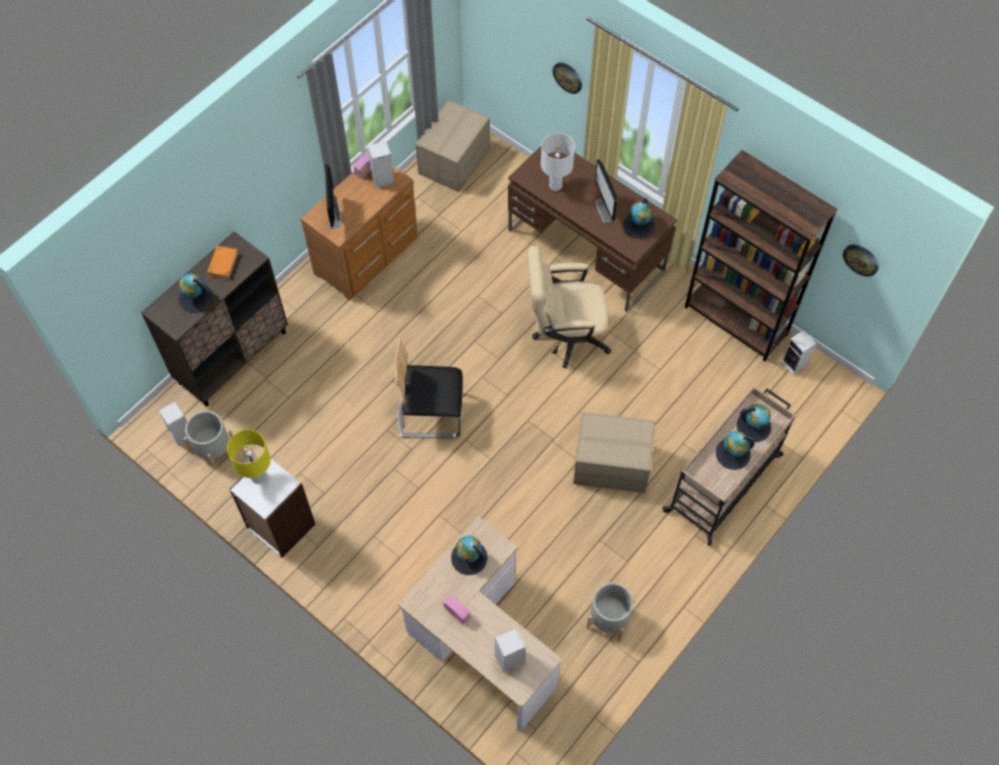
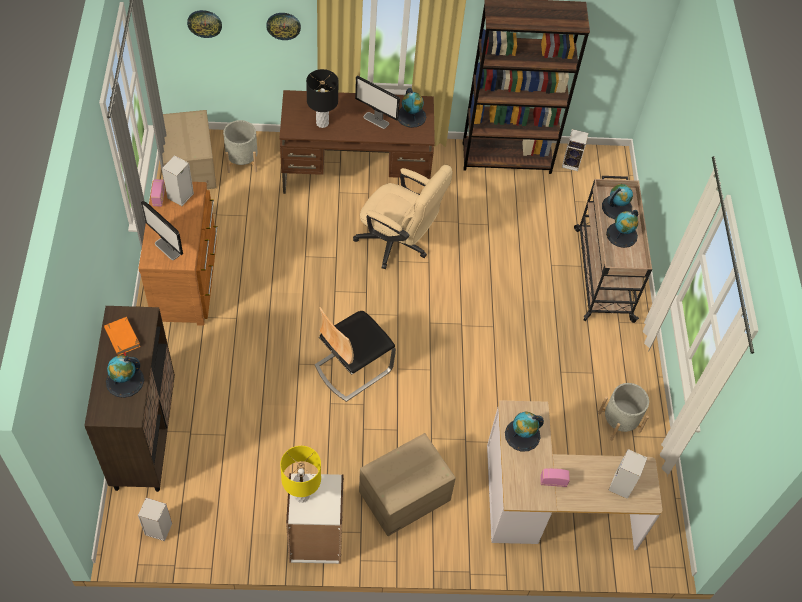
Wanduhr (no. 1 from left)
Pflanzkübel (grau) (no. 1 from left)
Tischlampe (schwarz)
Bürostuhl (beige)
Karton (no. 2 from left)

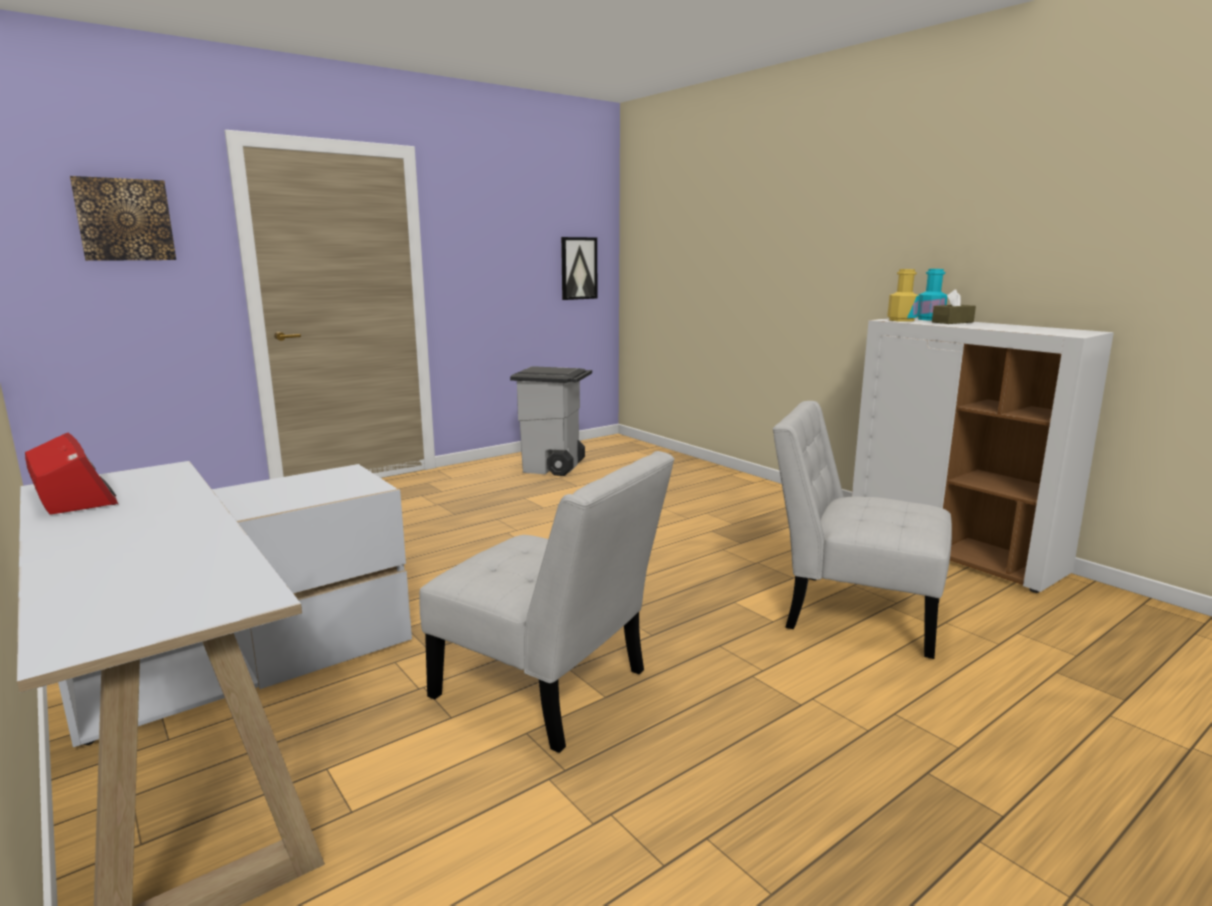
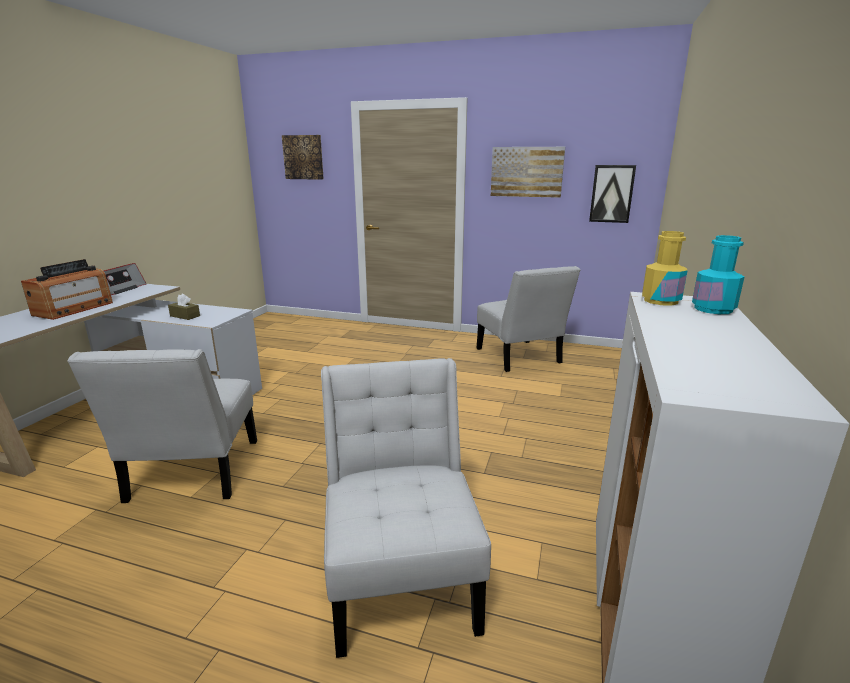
Radio (no. 1 from left)
Taschentuchbox (braun)
Stuhl (weiß) (no. 3 from left)
Bild (no. 2 from left)

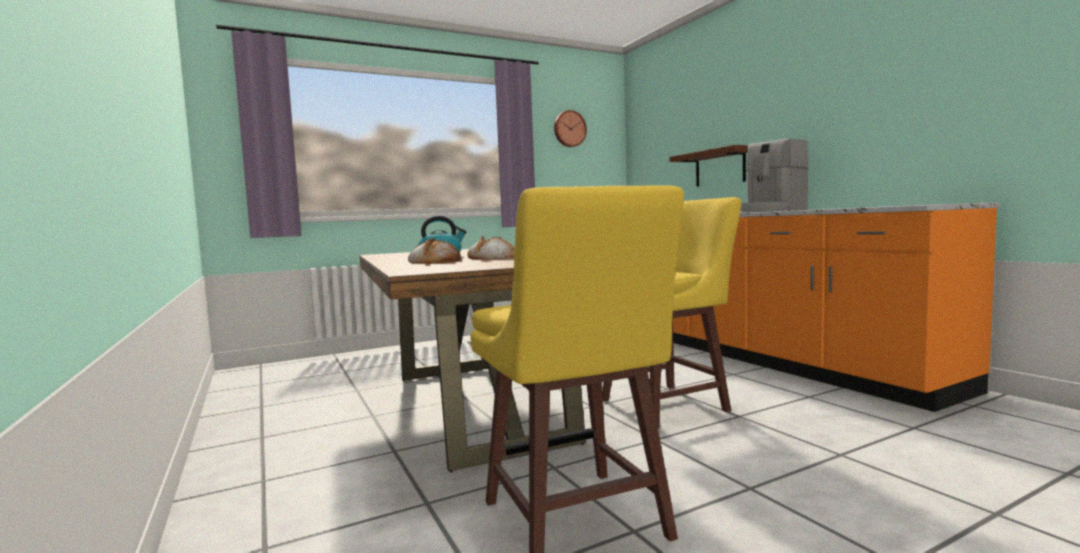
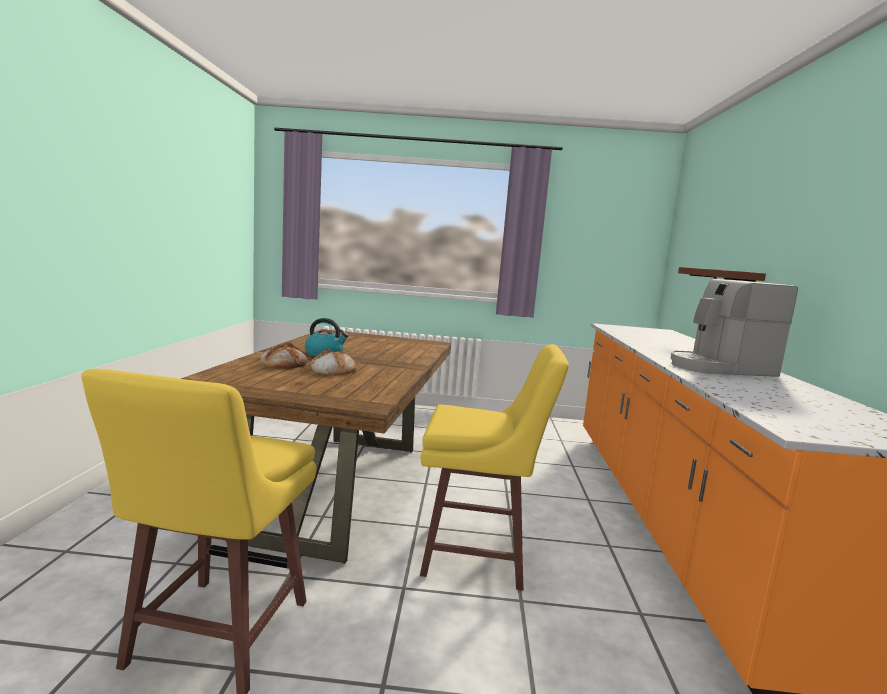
Wanduhr

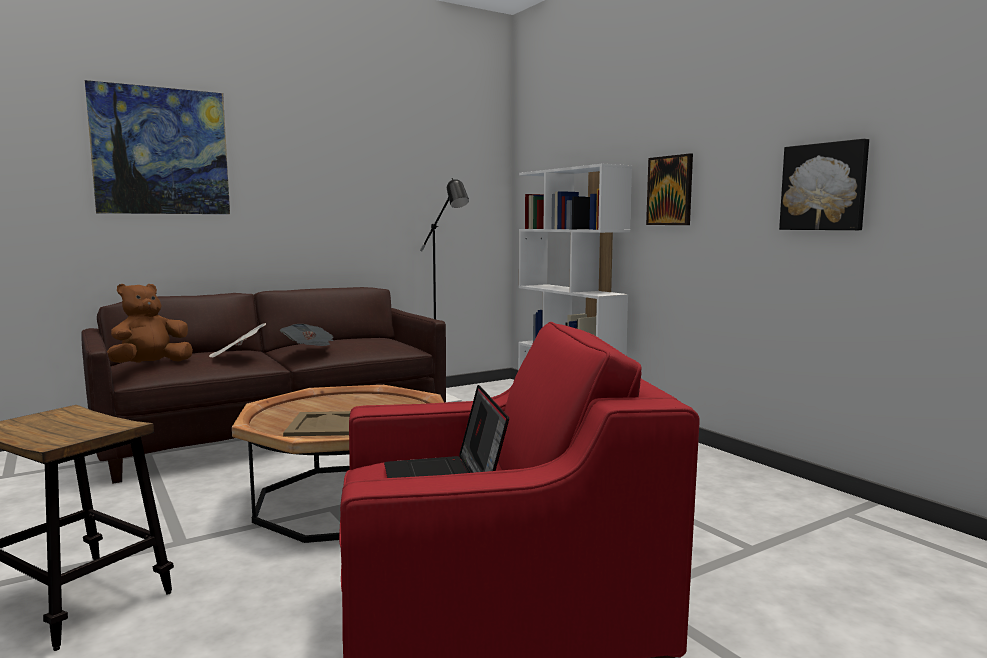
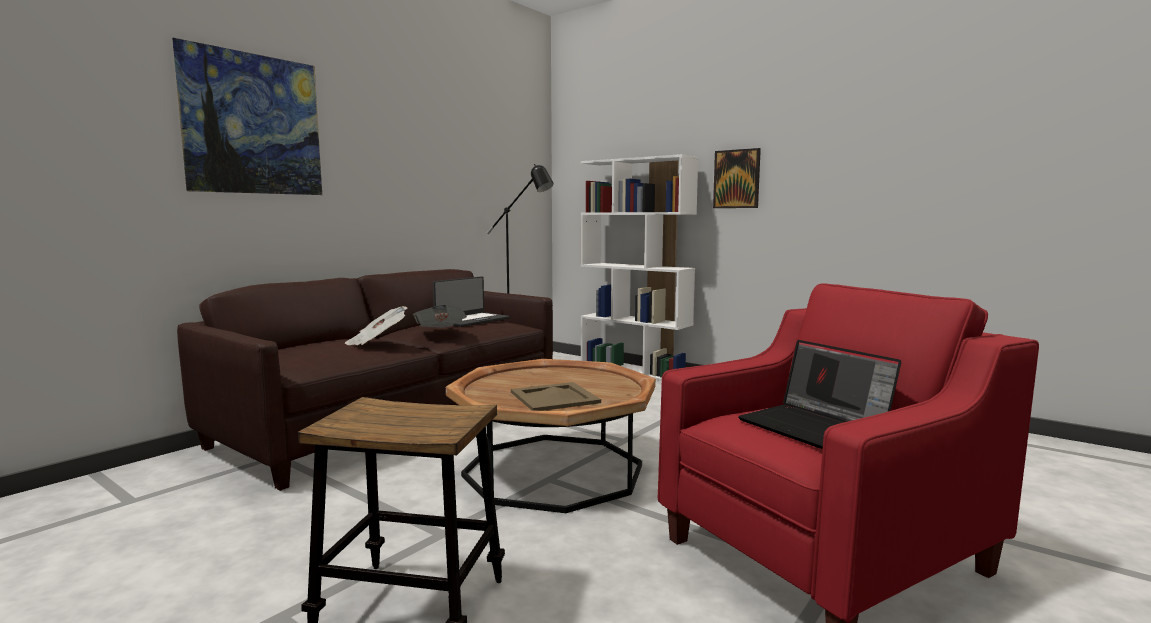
Laptop (no. 1 from left)
Plüschtier (braun)
Bild (no. 3 from left in the first image)

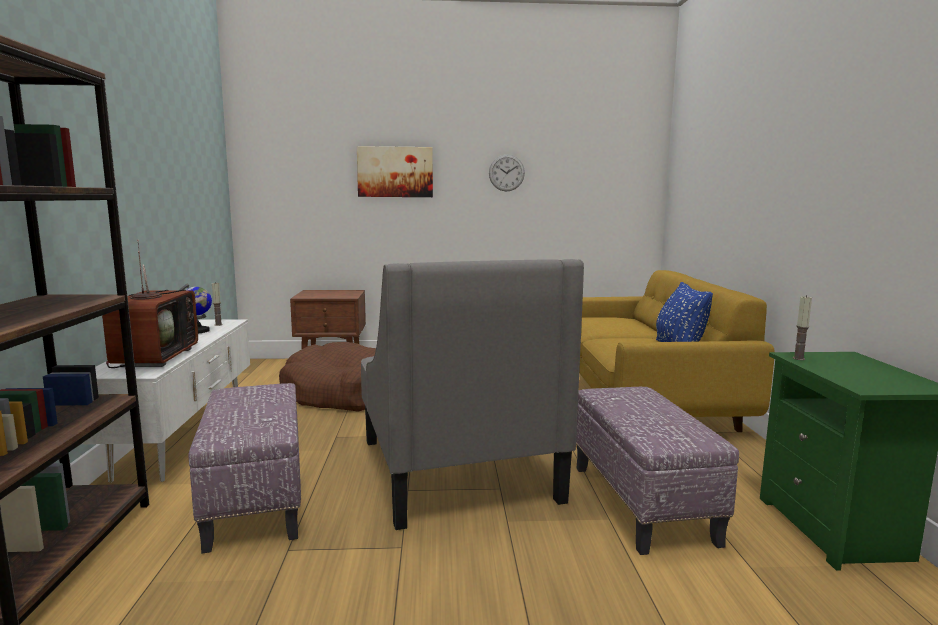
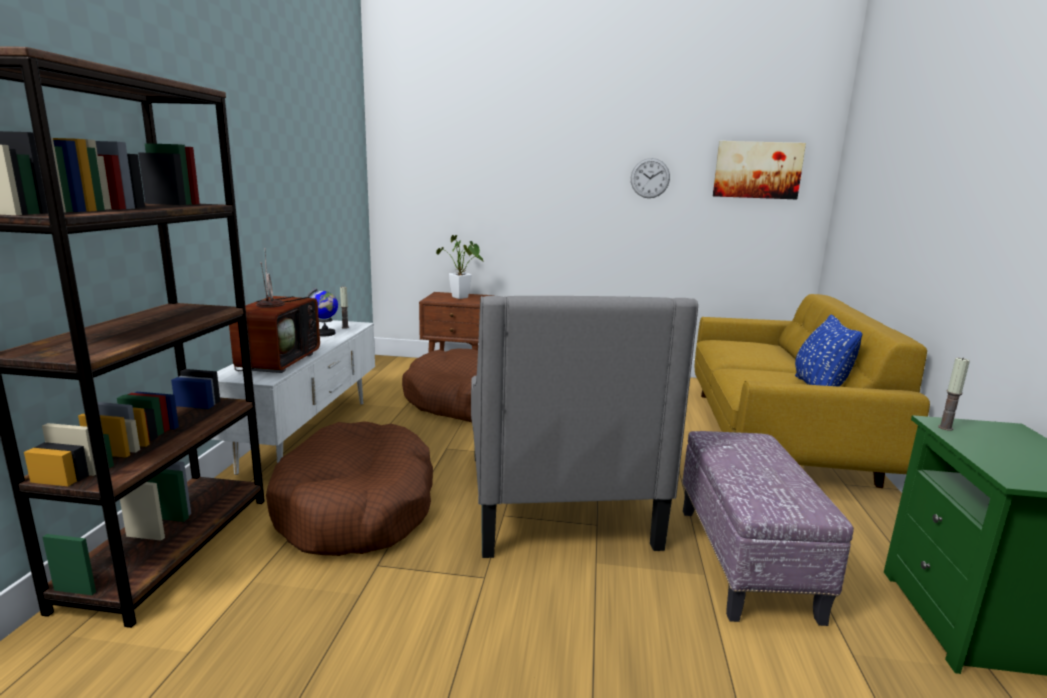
Hundebett (braun) (no. 1 from left)
Topfpflanze
Bild

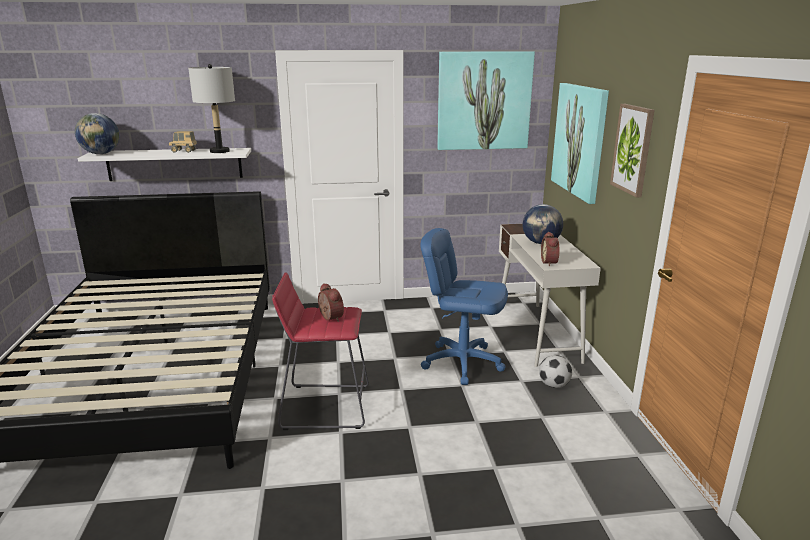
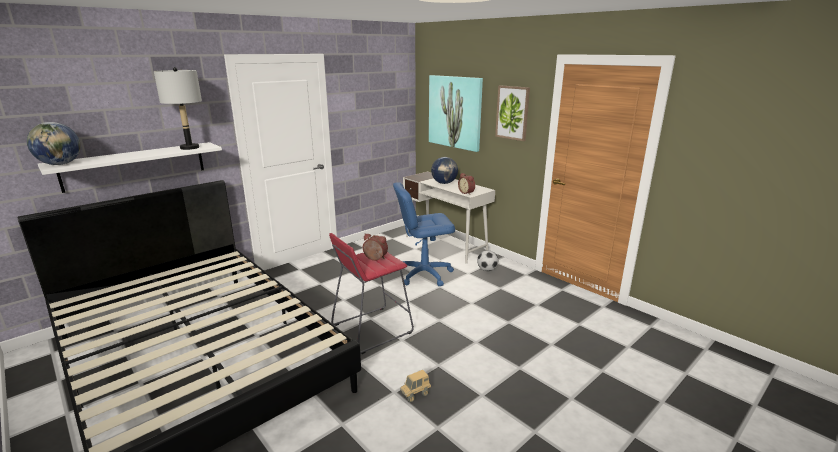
Spielzeuglaster
Bild (no. 1 from left in the first image)

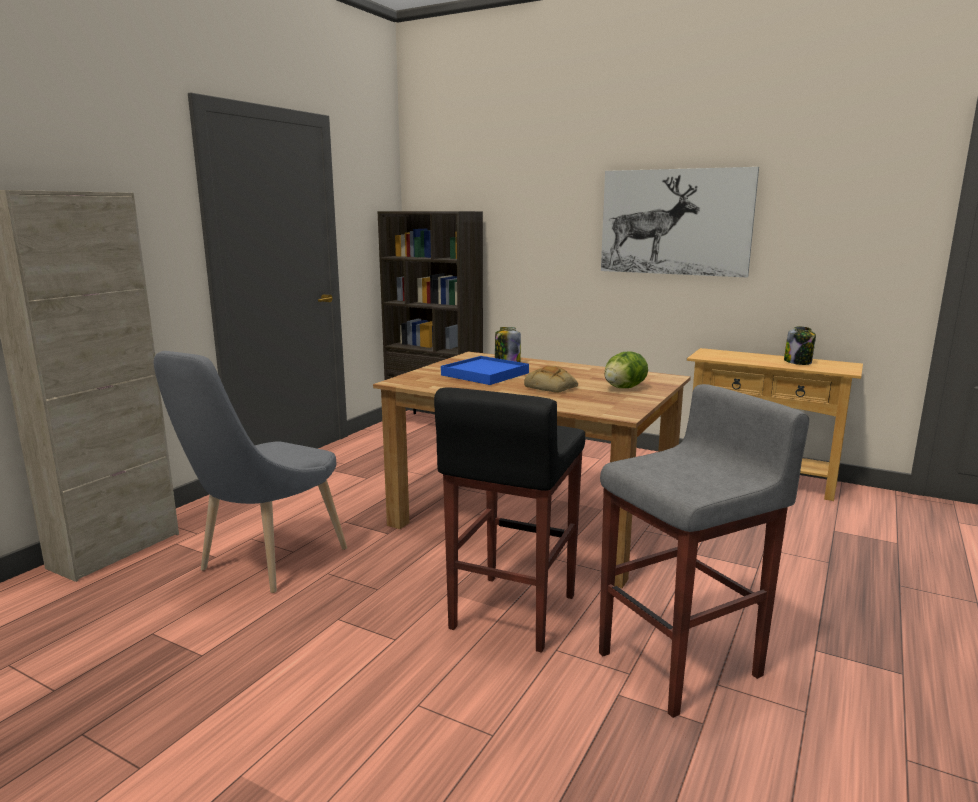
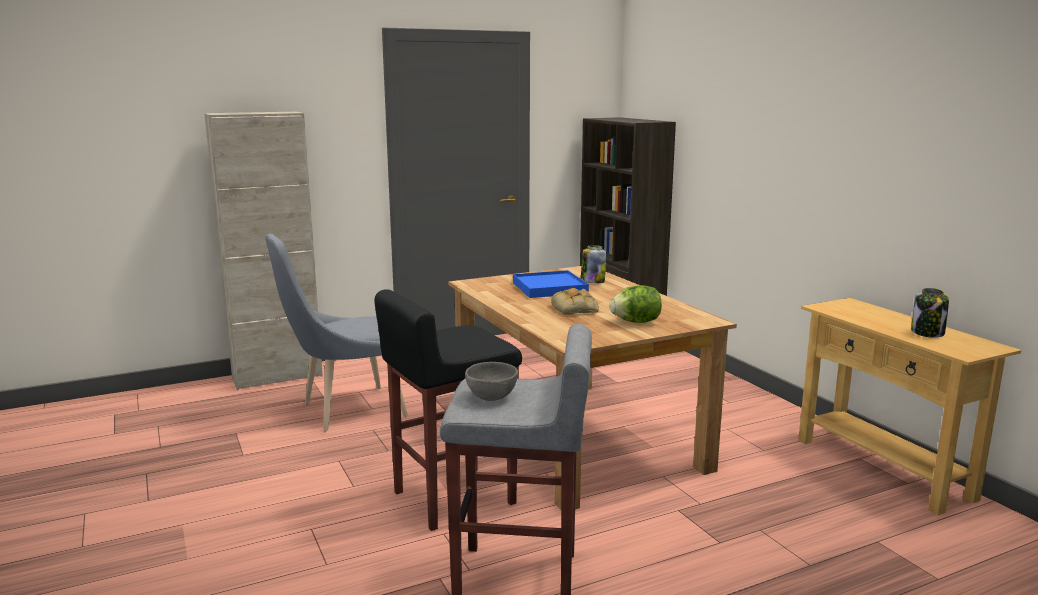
Schüssel (grau)
Bild

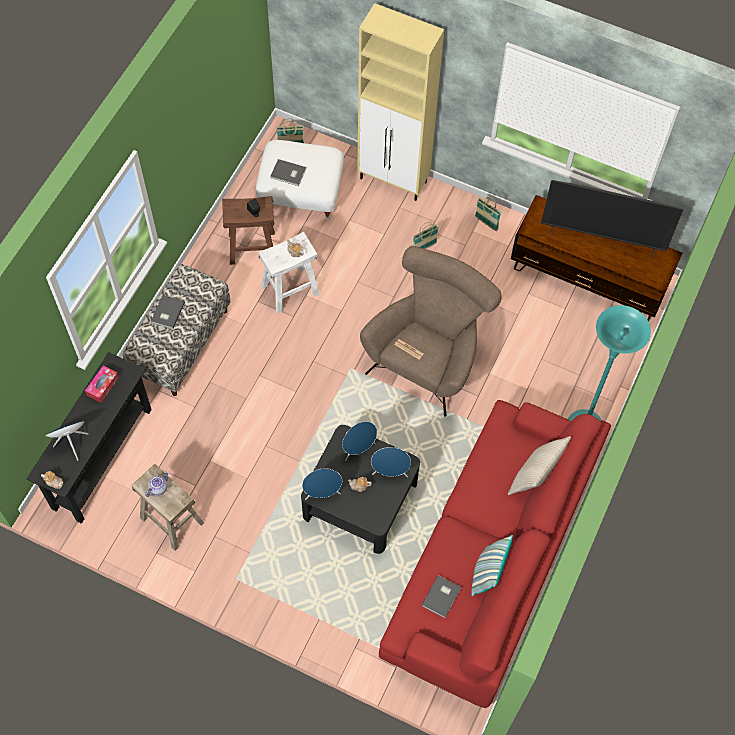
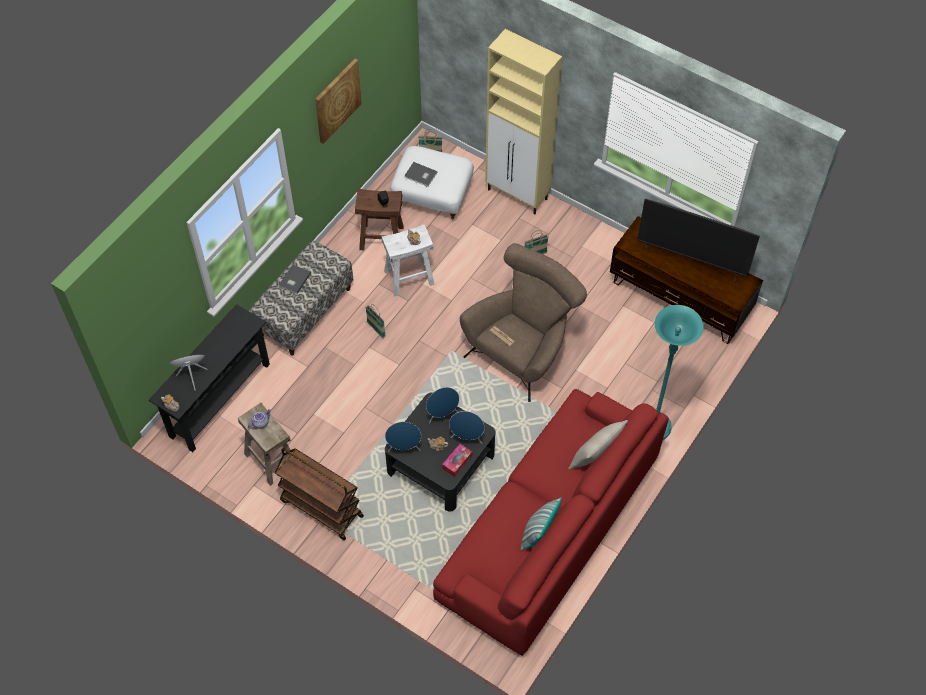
Rollwagen (braun)
Bild
Korb (no. 1 from left)
Taschentuchbox
Buch (grau) (no. 3 from left in the first image)

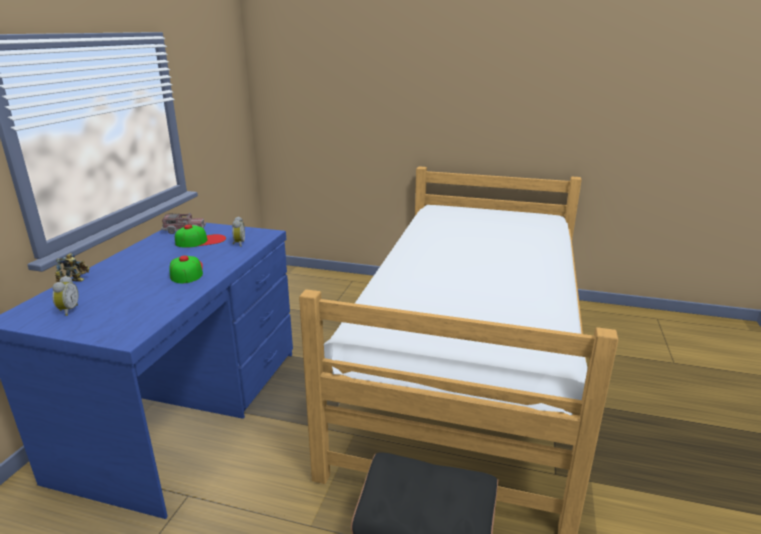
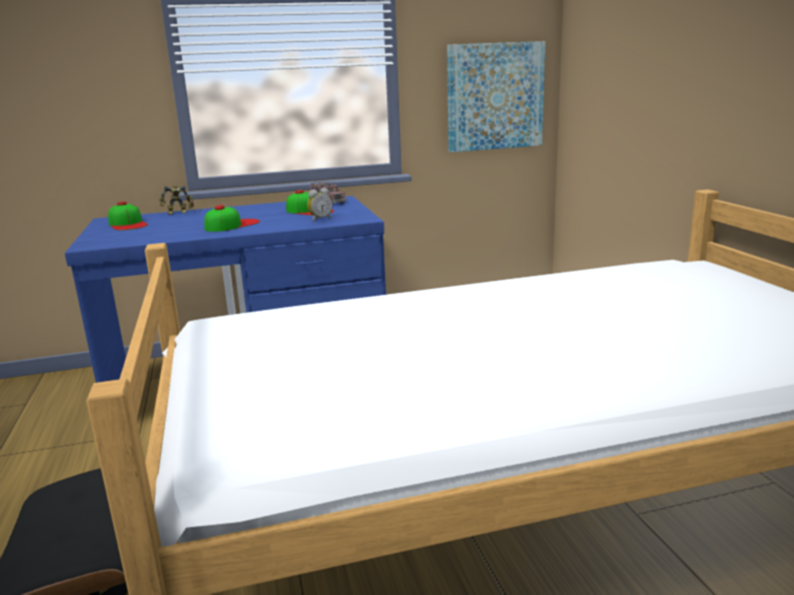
Kappe (no. 1 from left)
Bild

